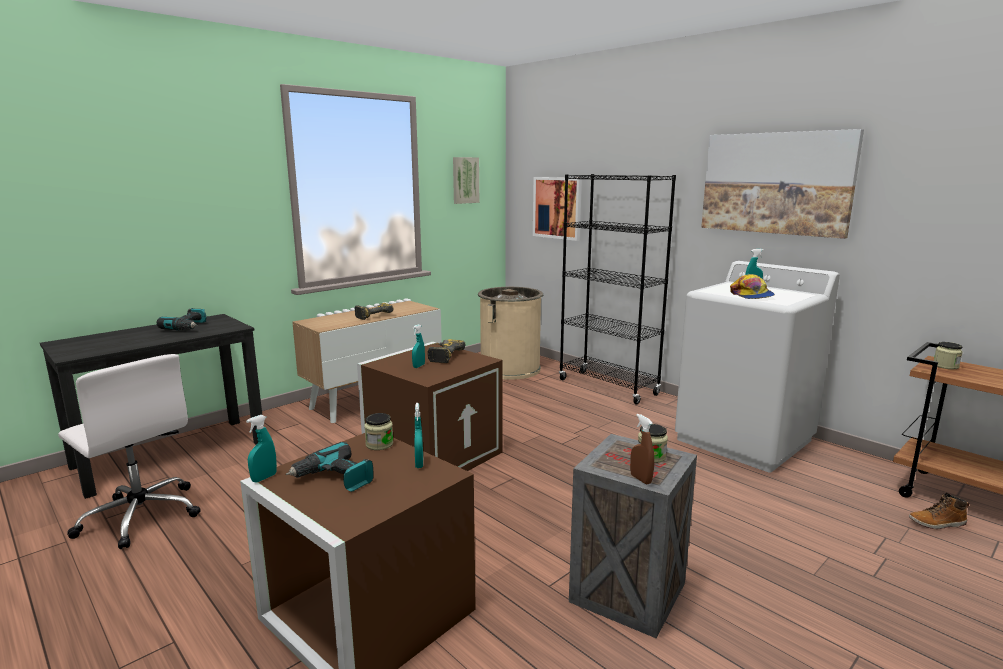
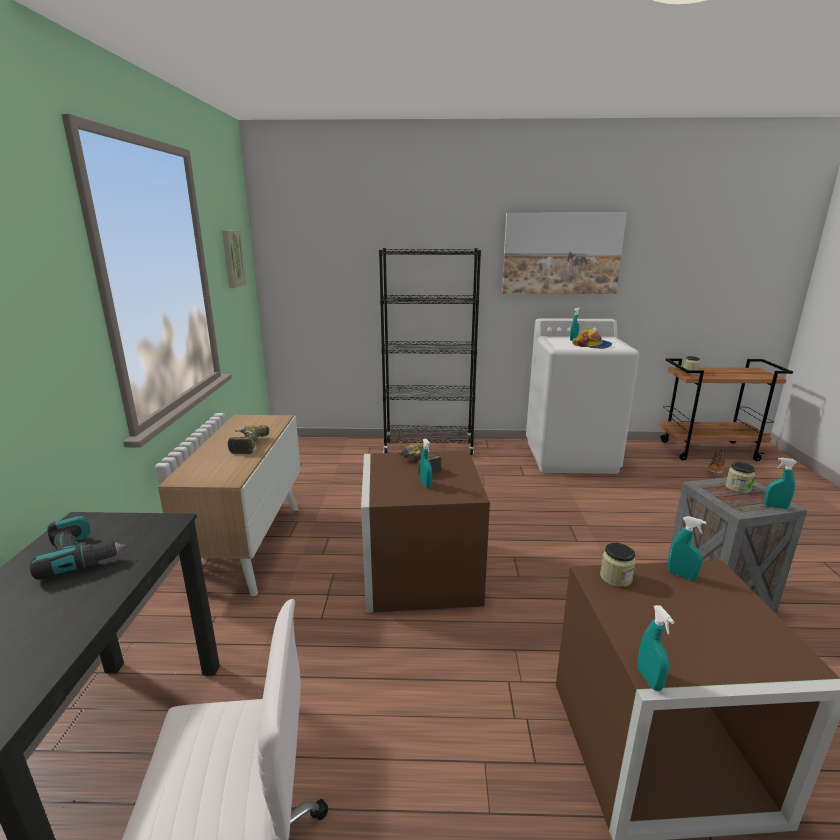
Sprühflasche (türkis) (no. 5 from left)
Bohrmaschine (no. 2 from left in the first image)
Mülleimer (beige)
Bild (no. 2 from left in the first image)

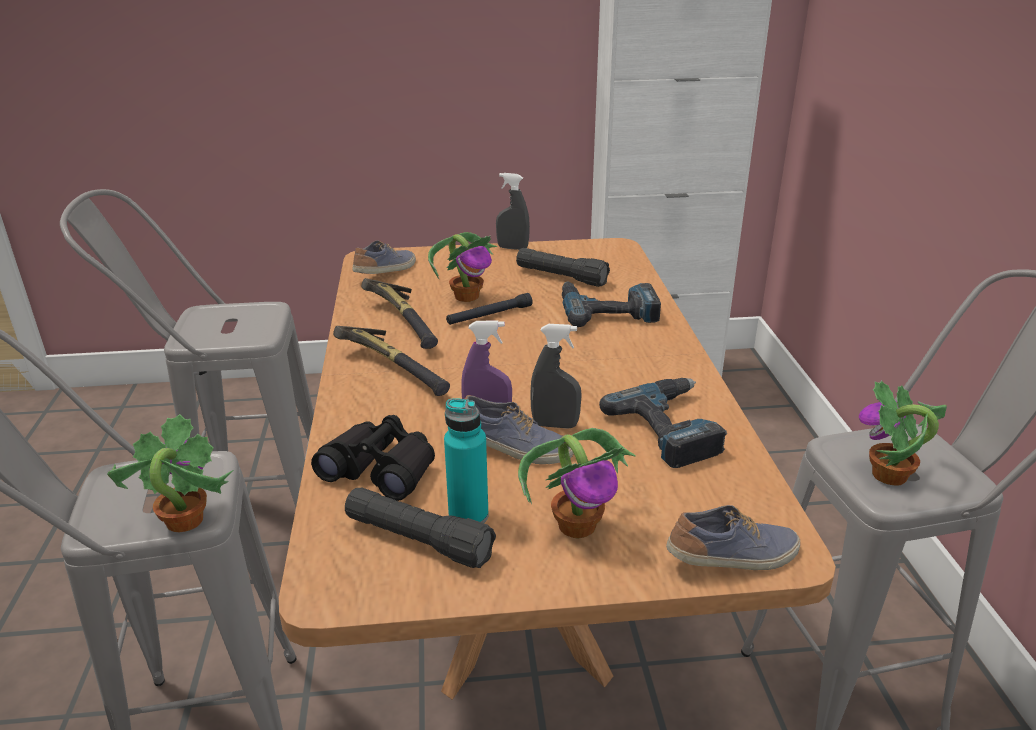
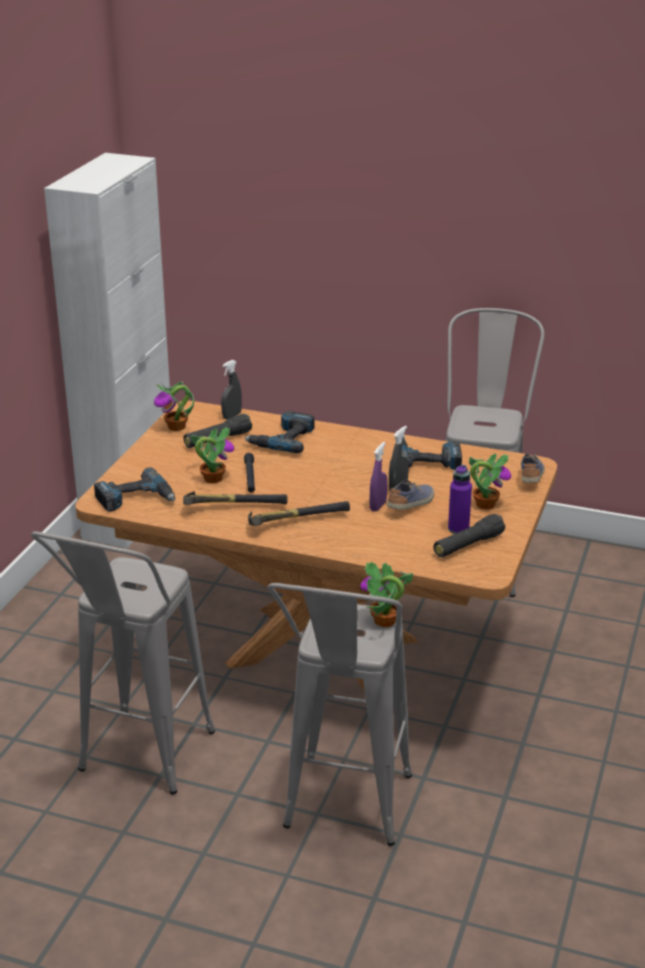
Bohrmaschine (no. 1 from left)
Topfpflanze (no. 1 from left)
Sprühflasche (grau) (no. 1 from left)
Flasche (lila)
Fernglas (schwarz)

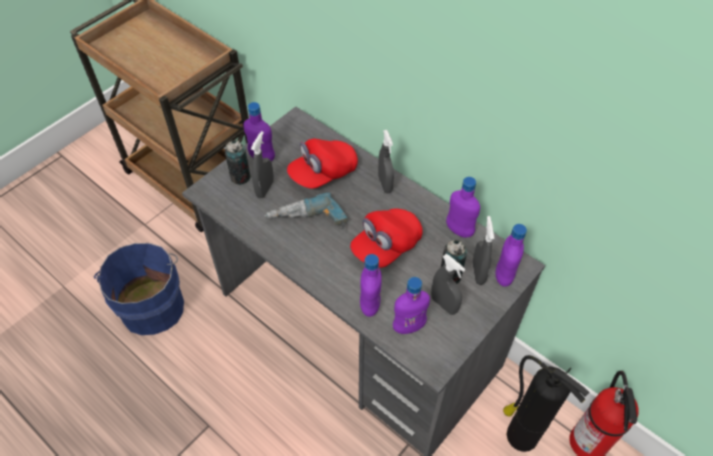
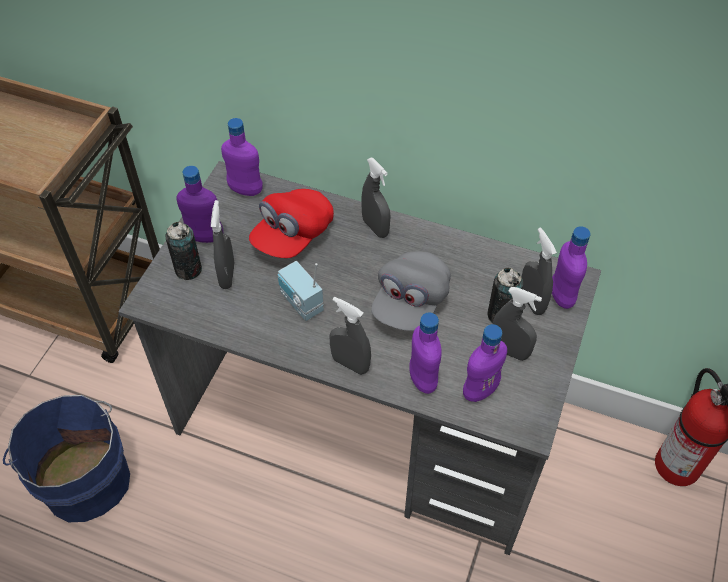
Flasche (lila) (no. 2 from left)
Radio
Sprühflasche (grau) (no. 2 from left)
Kappe (grau)
Feuerlöscher (no. 1 from left in the first image)

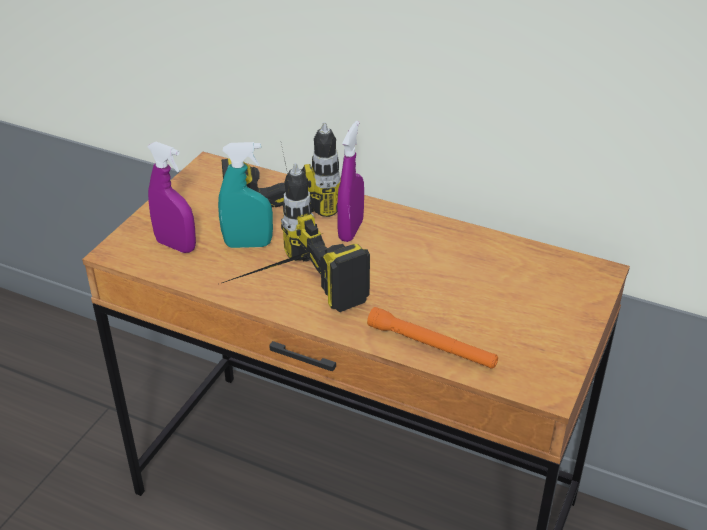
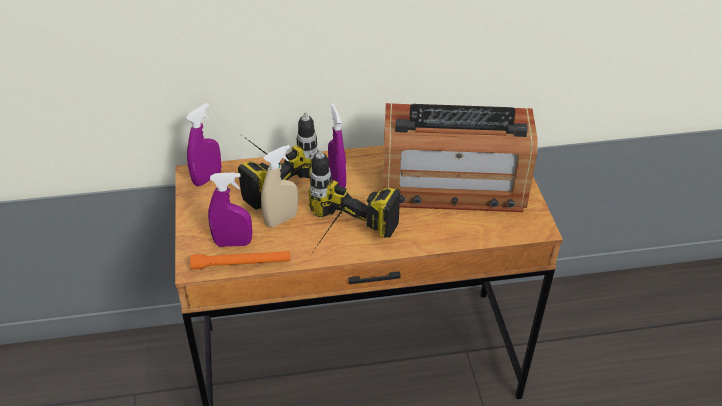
Sprühflasche (lila) (no. 1 from left)
Taschenlampe (orange)
Sprühflasche (beige)
Radio

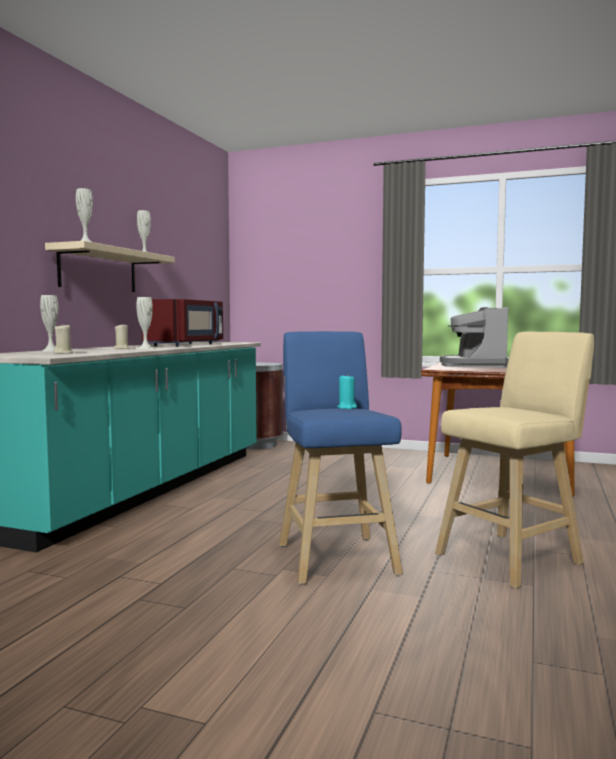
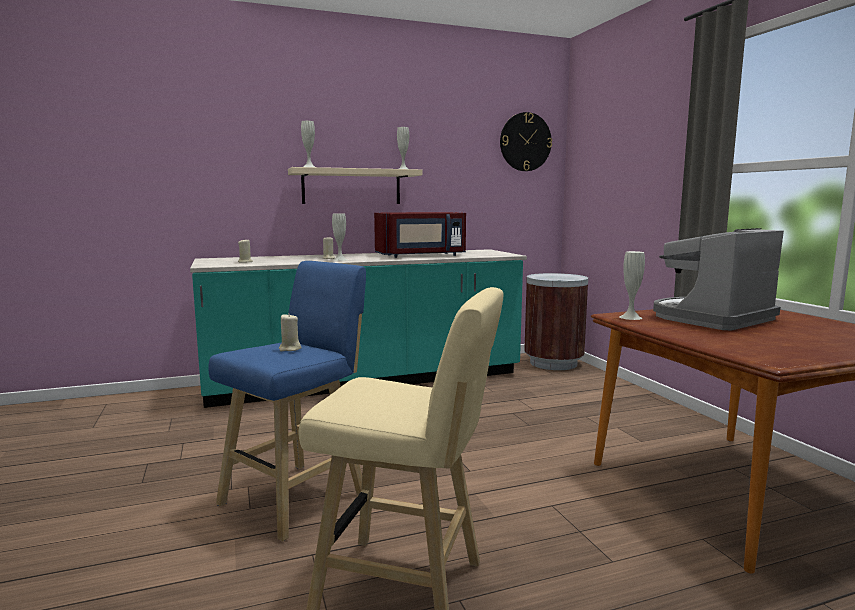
Kerze (beige) (no. 2 from left)
Wanduhr
Vase (weiß) (no. 4 from left)

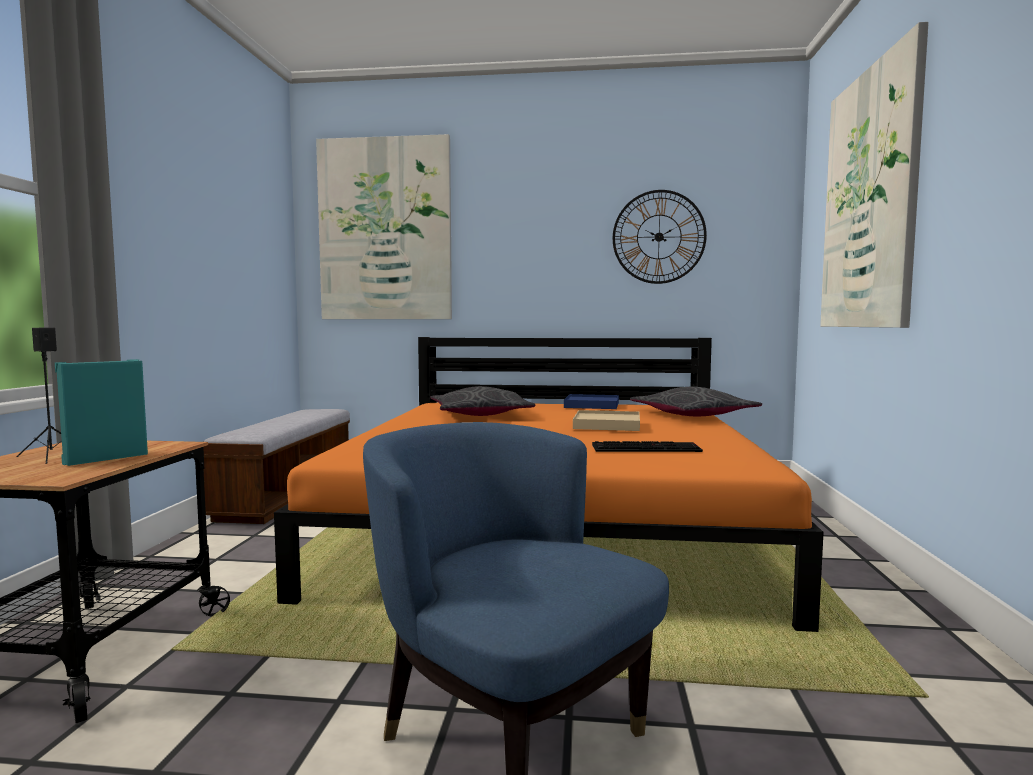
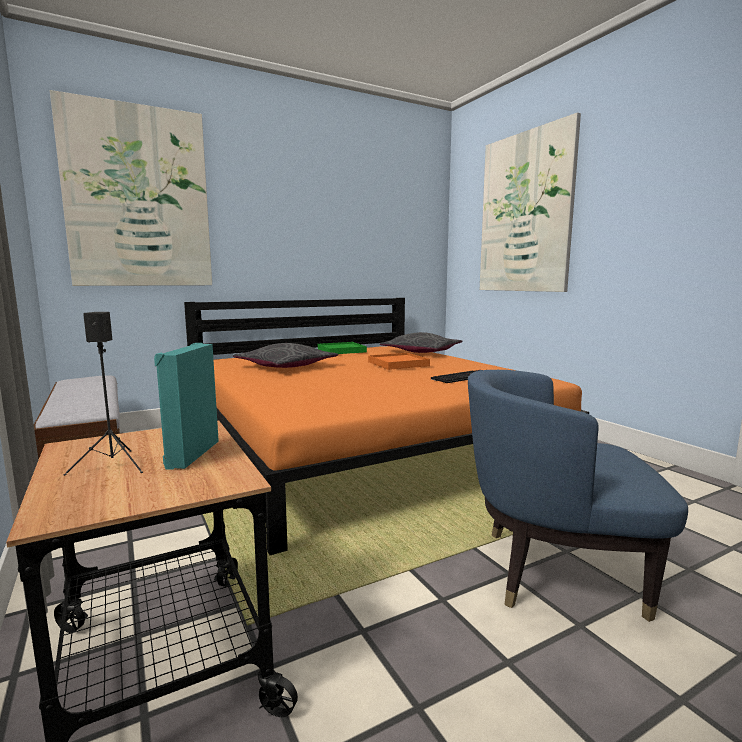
Tablett (grün)
Tablett (orange)
Wanduhr

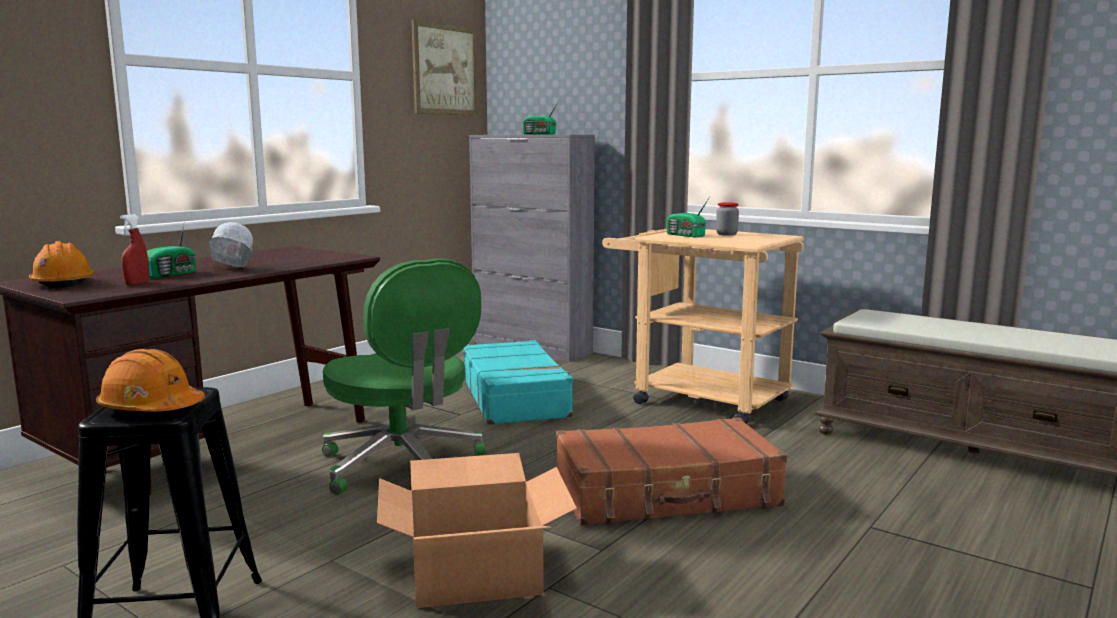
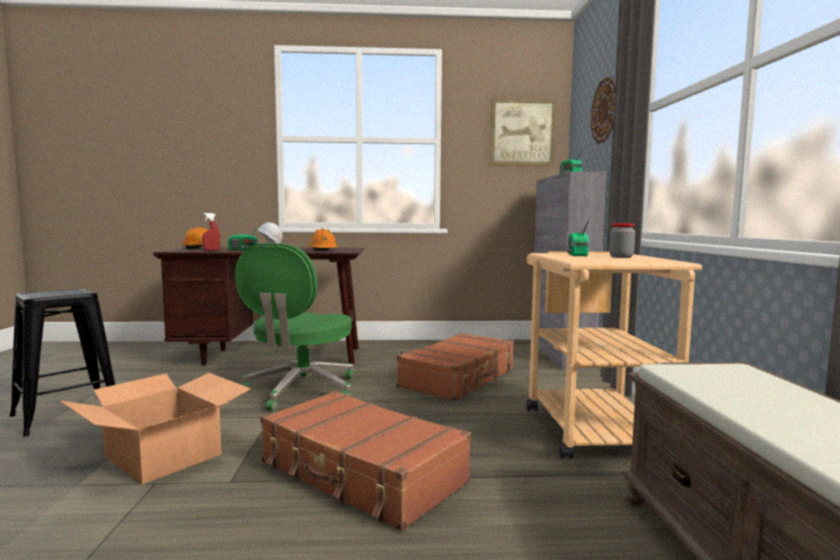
Schutzhelm (orange) (no. 2 from left)
Koffer (braun) (no. 2 from left)
Wanduhr

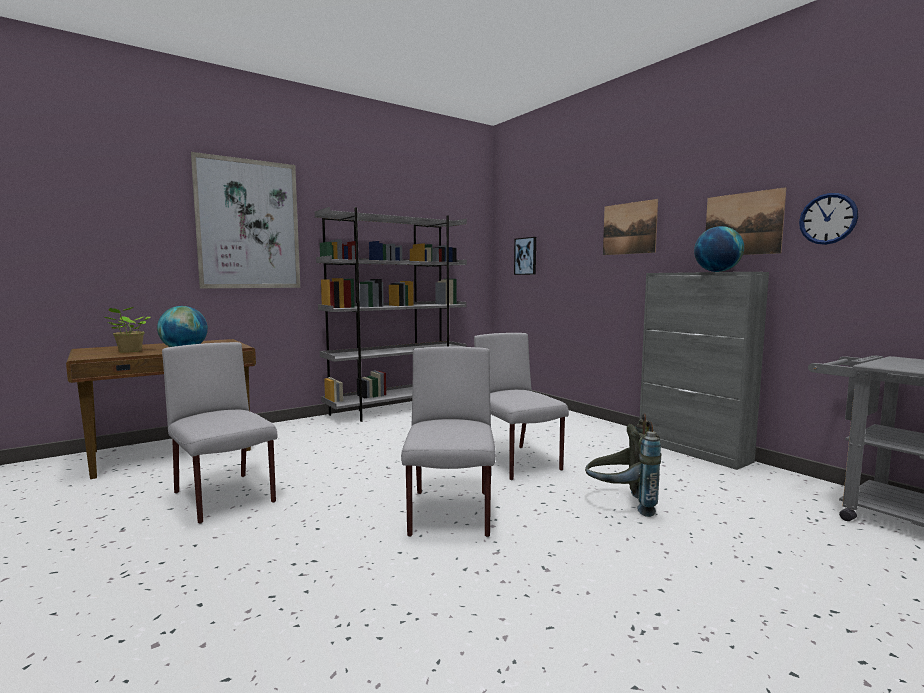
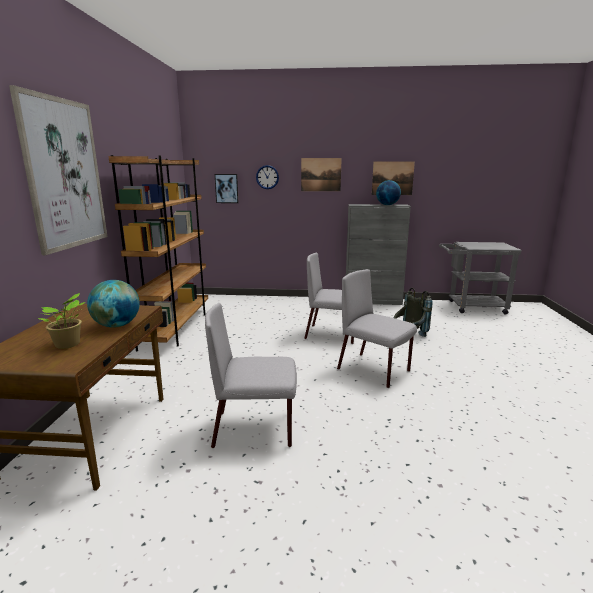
Bücherregal (braun)
Wanduhr

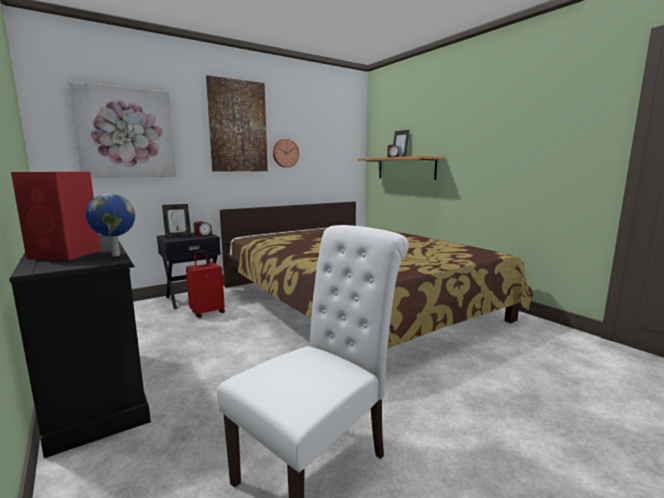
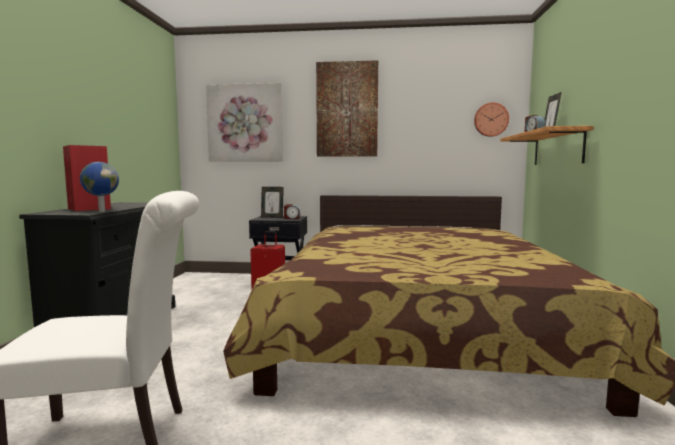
Wanduhr

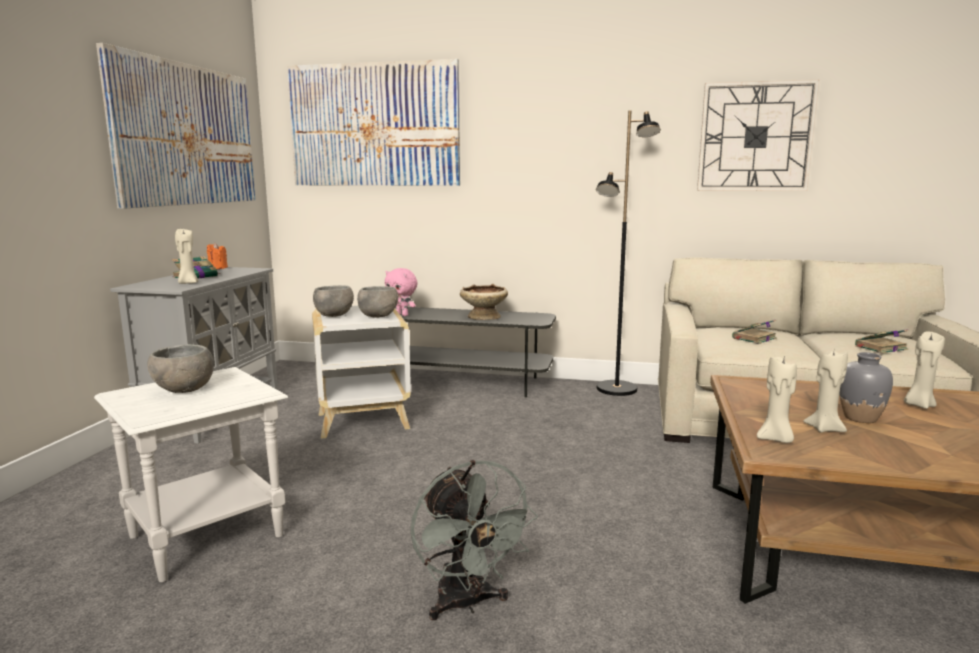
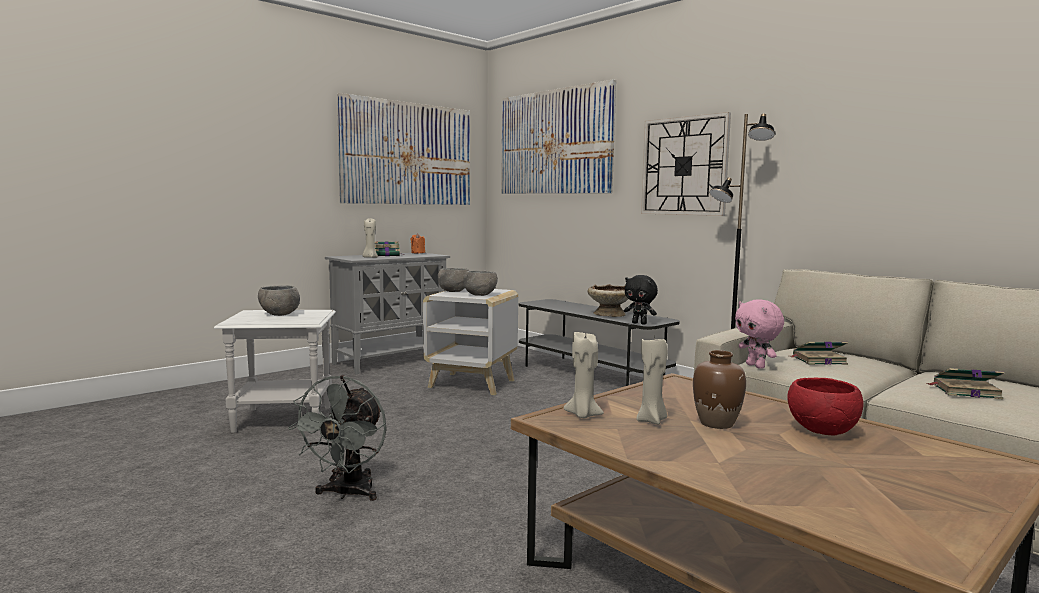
Plüschtier (schwarz)
Wanduhr
Vase (braun)
Plüschtier (rosa)
Schüssel (rot)

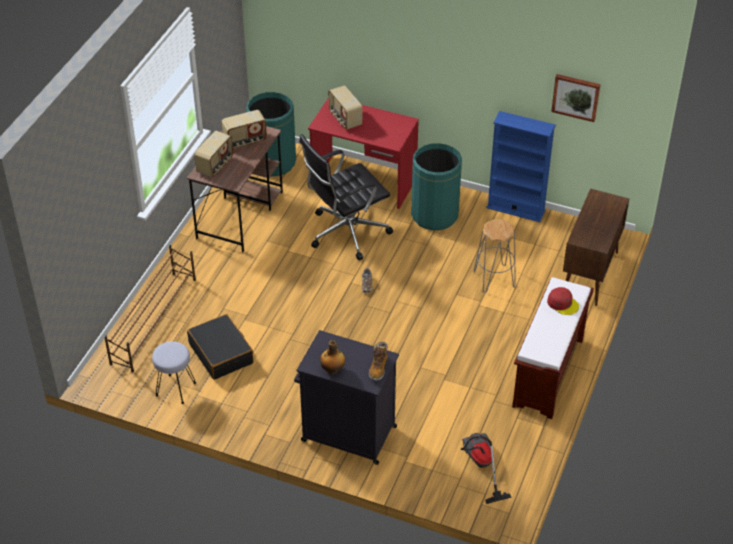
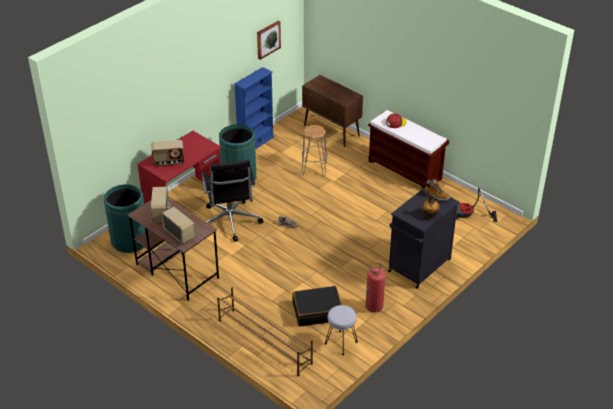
Feuerlöscher

